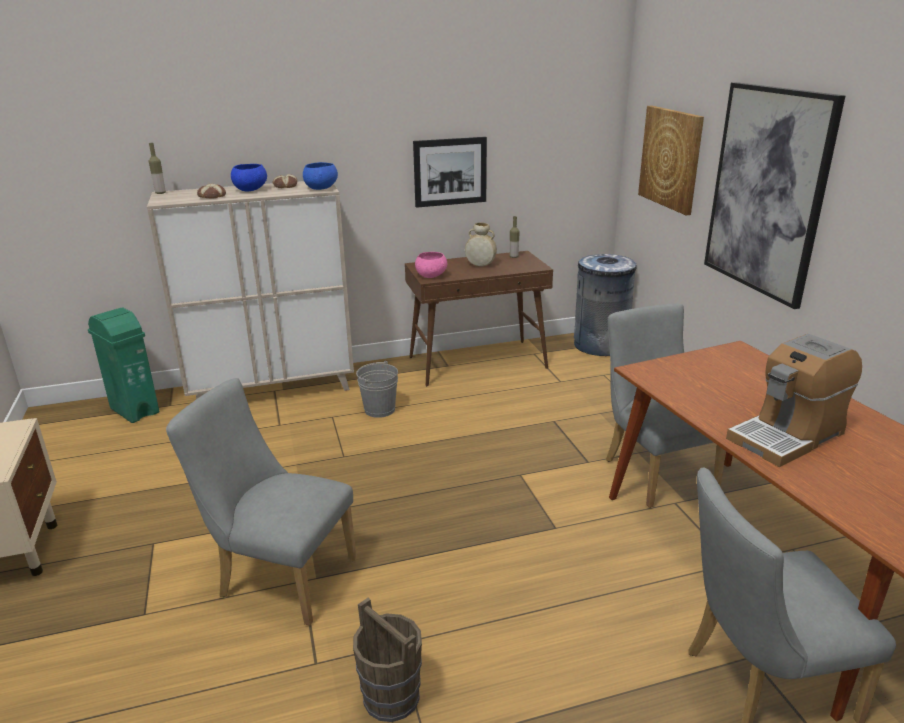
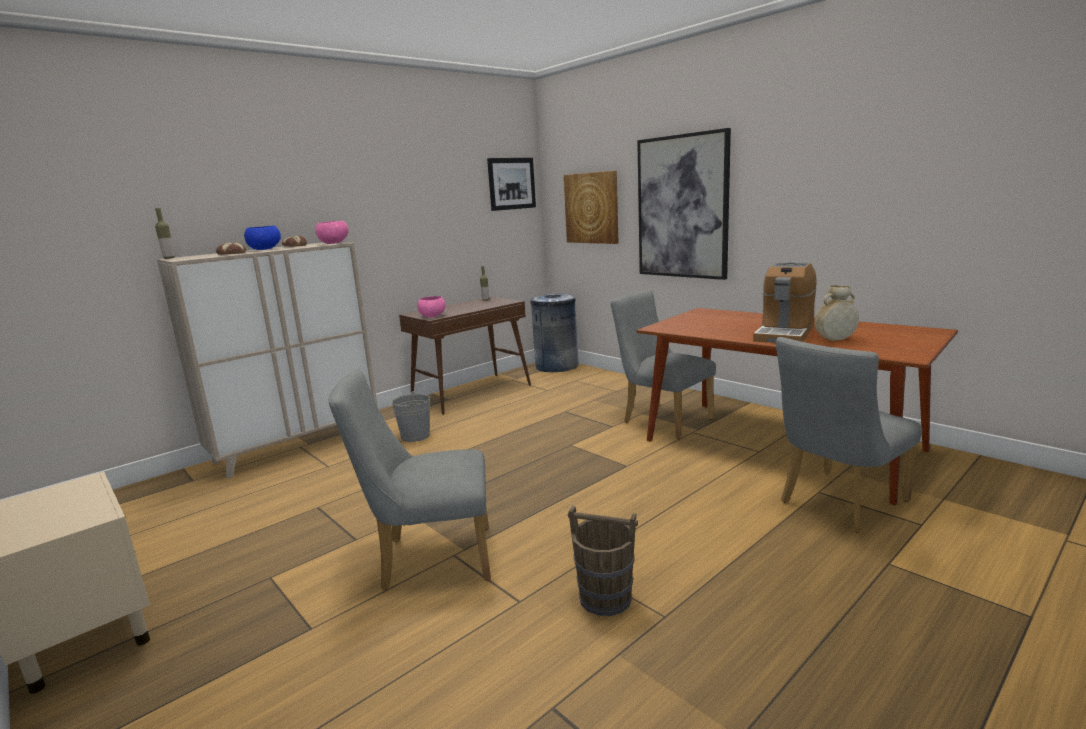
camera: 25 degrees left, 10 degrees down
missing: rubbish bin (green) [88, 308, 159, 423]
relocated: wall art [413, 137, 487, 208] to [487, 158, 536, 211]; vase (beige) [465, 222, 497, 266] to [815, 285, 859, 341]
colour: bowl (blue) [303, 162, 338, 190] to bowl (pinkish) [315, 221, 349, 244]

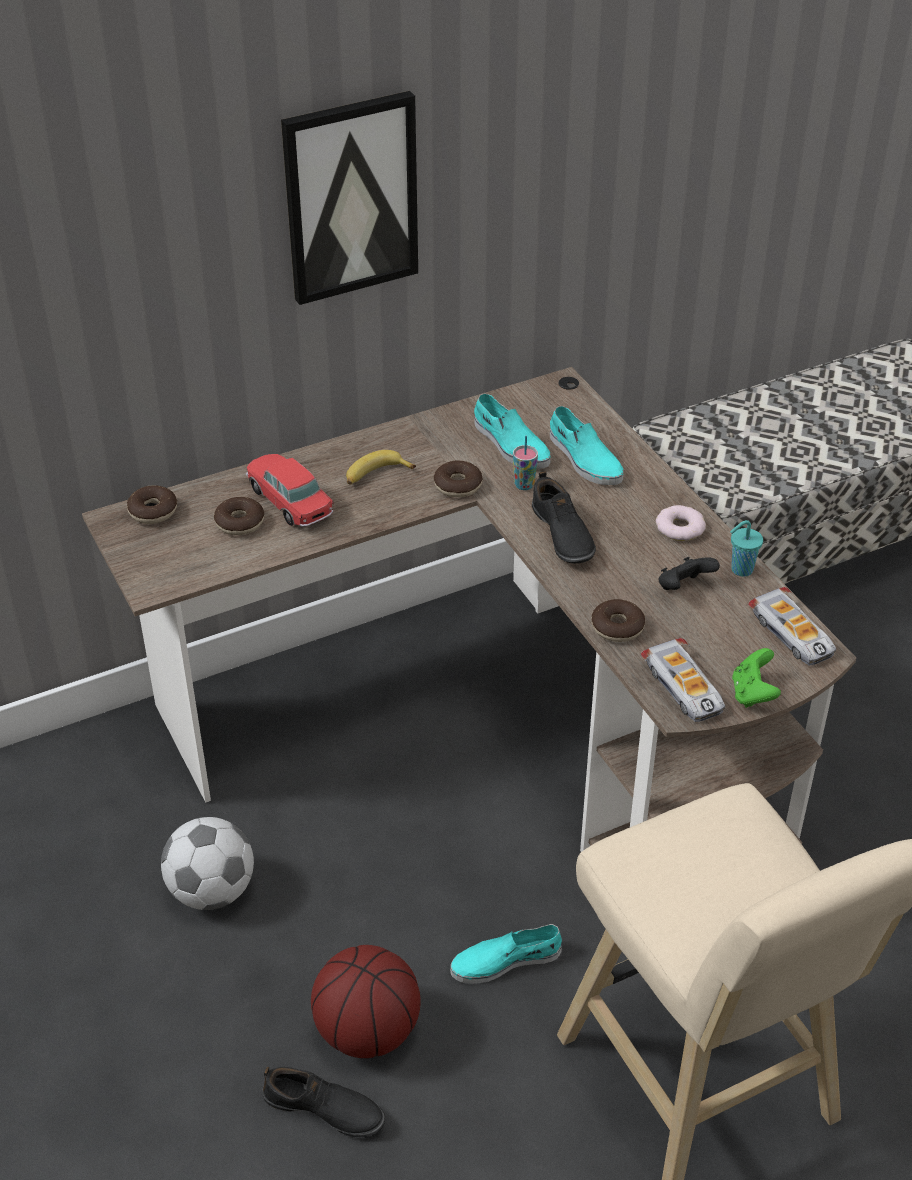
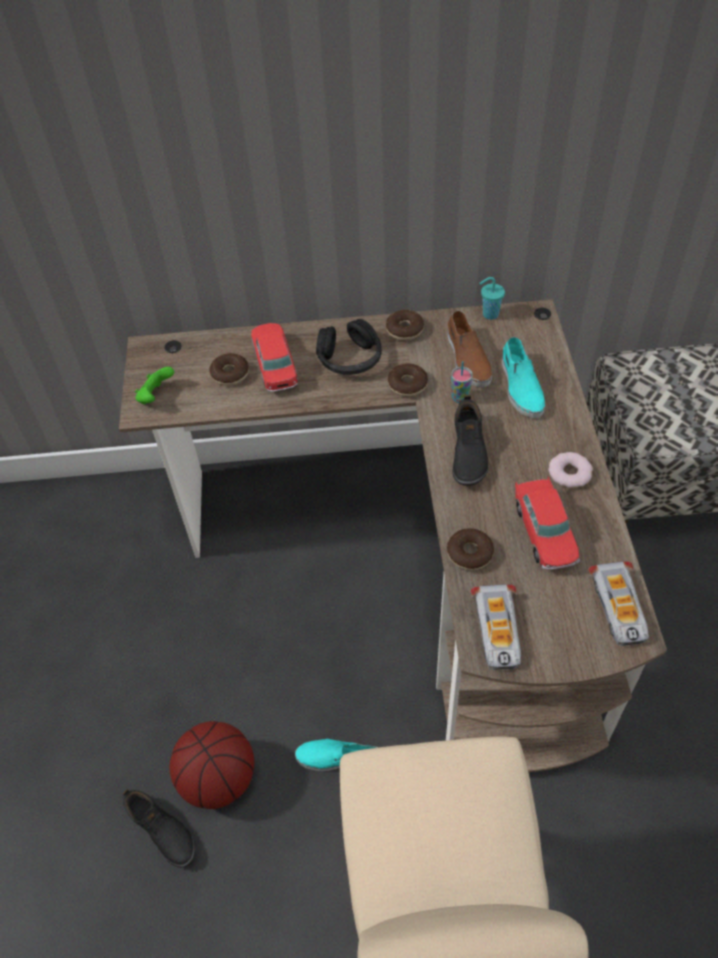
camera: 25 degrees right, 10 degrees up
missing: football ball [161, 817, 254, 910]; wall art [281, 91, 418, 305]
relocated: doughnut [127, 485, 177, 524] to [386, 310, 424, 341]; small cup (turquoise) [730, 520, 763, 577] to [479, 277, 505, 320]; gamepad (green) [732, 648, 781, 708] to [135, 367, 174, 404]
exchanged: banana fruit [346, 450, 416, 485] to headphones (black-coloured) [316, 319, 382, 375]; gamepad (black-coloured) [658, 557, 720, 590] to model car [515, 476, 580, 570]
colour: item of footwear (turquoise) [474, 393, 551, 469] to item of footwear (brown) [448, 311, 492, 387]

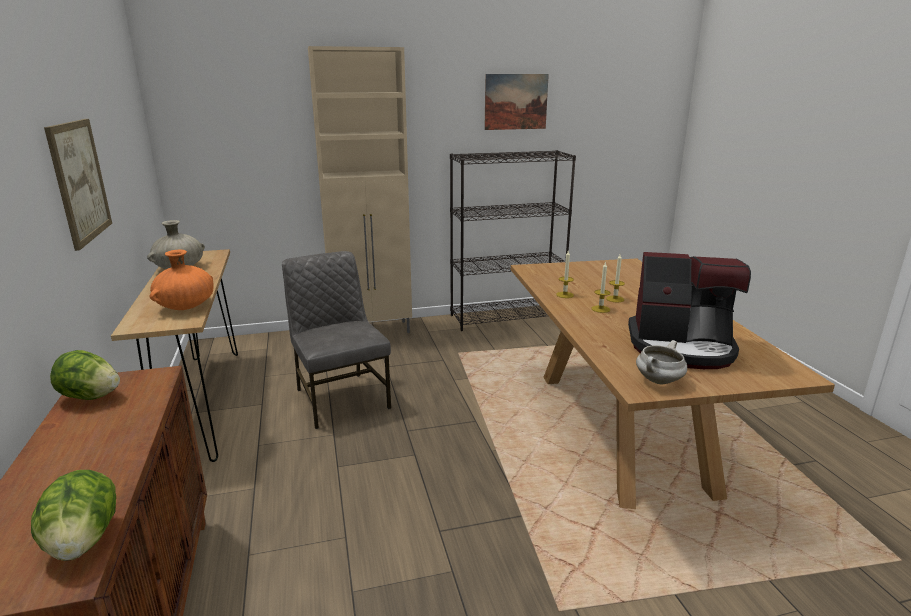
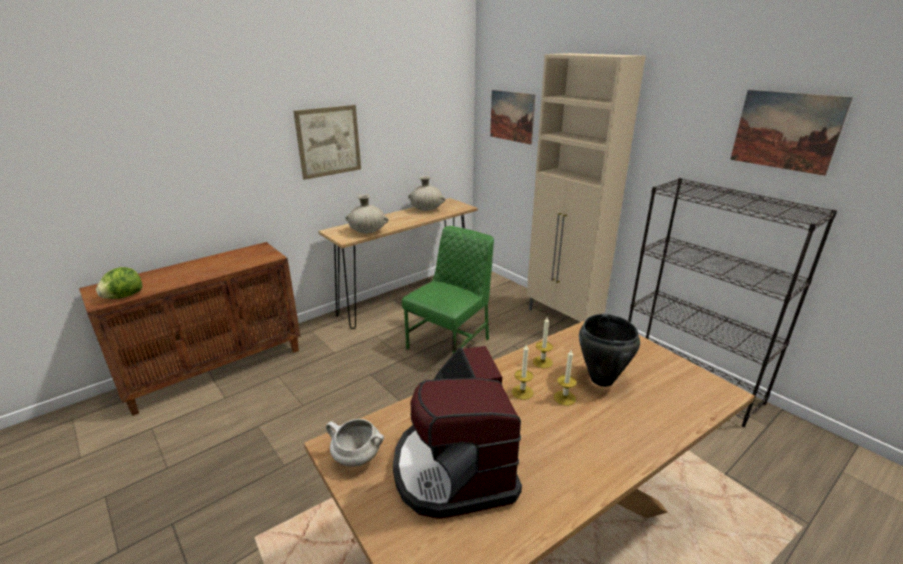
camera: 65 degrees right, 5 degrees up
missing: head of lettuce [50, 350, 120, 400]
appeared: wall art [490, 90, 535, 145]; stockpot (black-coloured) [579, 314, 640, 387]
colour: vase (orangey) [150, 250, 214, 310] to vase (beige) [346, 194, 389, 234]; plain chair (gray) [282, 251, 391, 429] to plain chair (green) [402, 226, 494, 354]

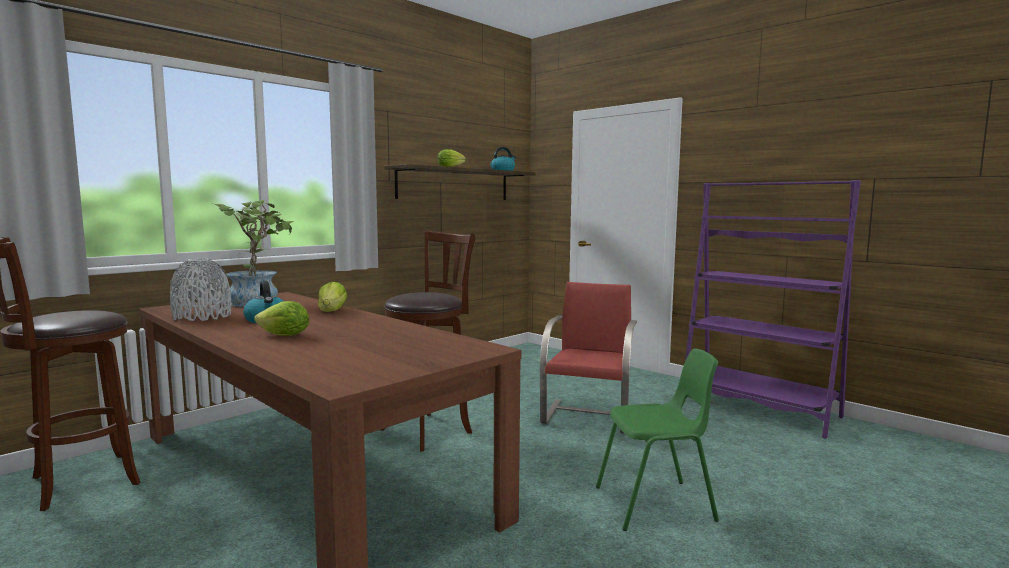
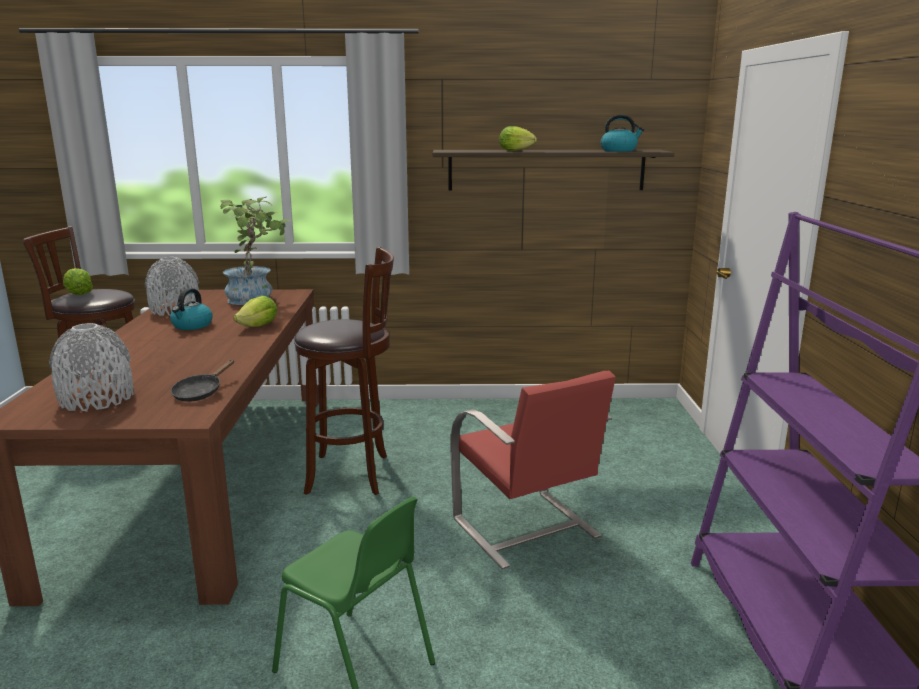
camera: 45 degrees right, 10 degrees up
appeared: vase (gray) [49, 323, 133, 412]; skillet (black-coloured) [171, 359, 234, 402]
relocated: head of lettuce [254, 301, 309, 335] to [63, 268, 93, 295]
spun: plain chair (red-coloured) [540, 282, 637, 434] = [450, 371, 616, 569] 90 degrees clockwise

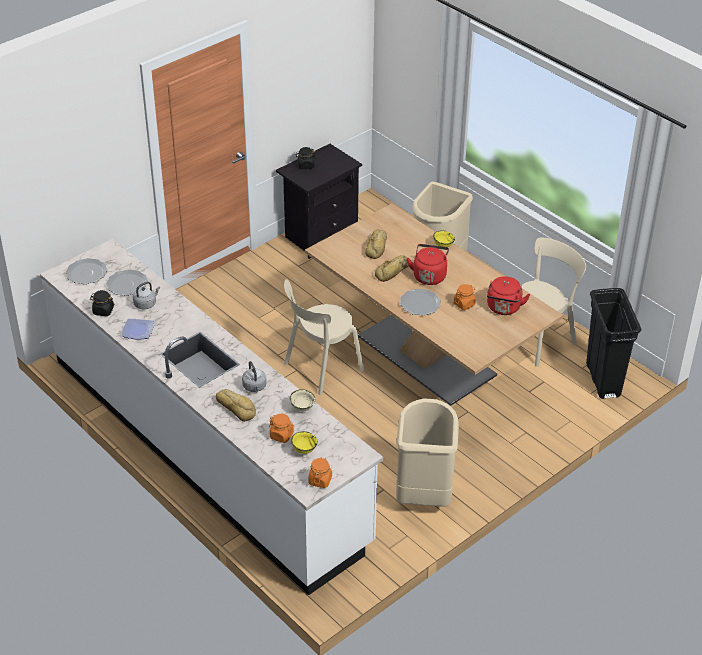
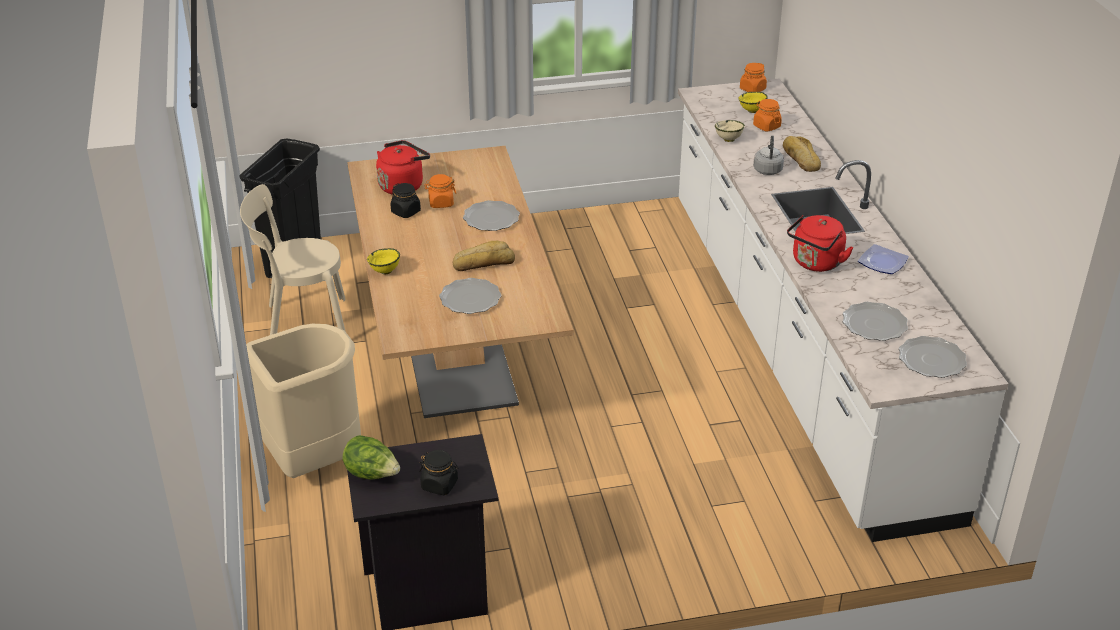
camera: 150 degrees left, 5 degrees down
missing: kettle (gray) [133, 282, 160, 309]; plain chair (beige) [284, 279, 364, 395]; rubbish bin (beige) [396, 398, 459, 507]
appeared: head of lettuce [343, 435, 400, 479]
relocated: jar (black-coloured) [90, 290, 114, 316] to [391, 183, 421, 218]; kettle (red-coloured) [407, 244, 449, 285] to [787, 215, 853, 272]
exchanged: bread [365, 229, 387, 259] to flat dish [439, 278, 501, 314]

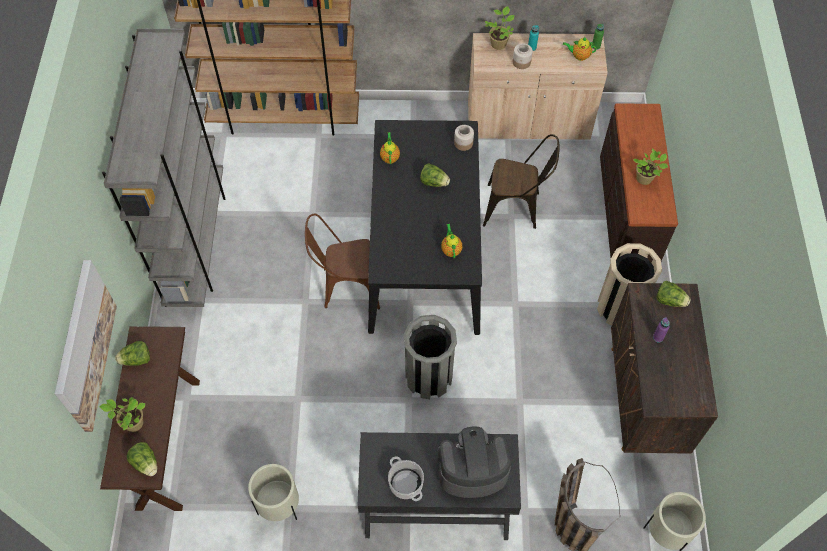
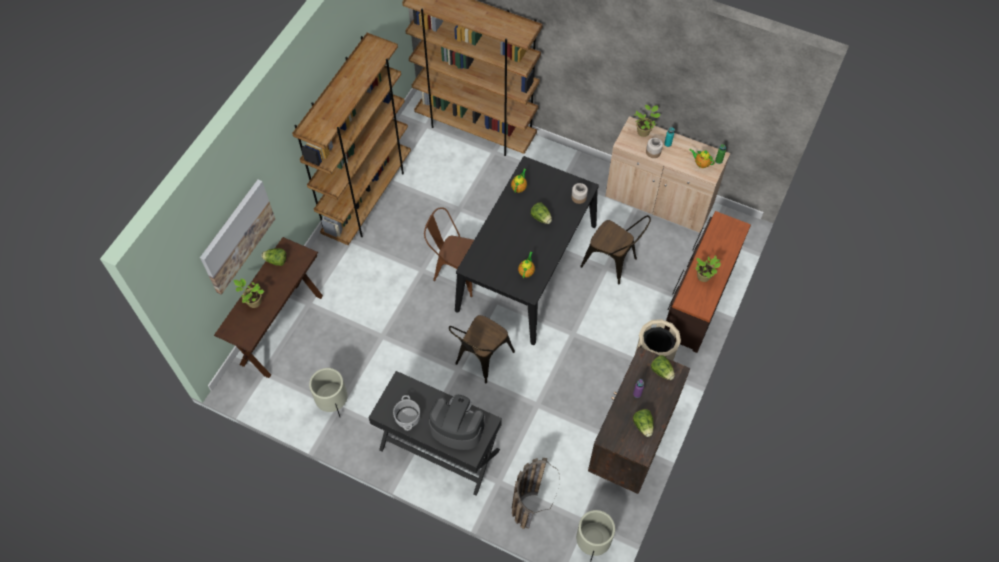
camera: 25 degrees right, 0 degrees up
relocated: head of lettuce [127, 442, 157, 476] to [633, 409, 654, 437]
exchanged: rubbish bin (gray) [404, 315, 457, 399] to plain chair (brown) [449, 315, 515, 384]
colour: bookshelf (gray) [102, 28, 225, 307] to bookshelf (brown) [292, 33, 411, 245]

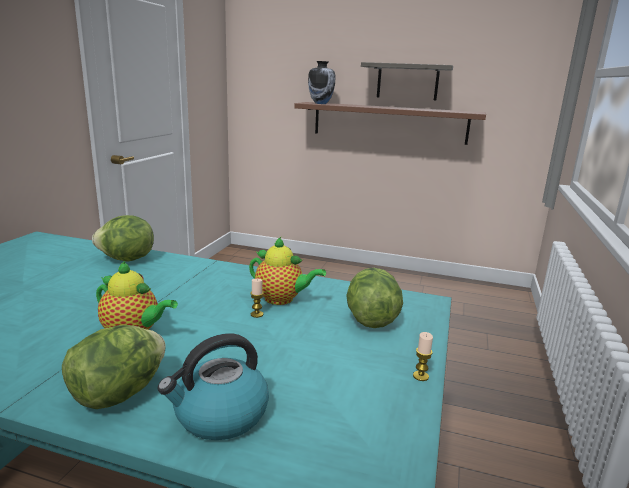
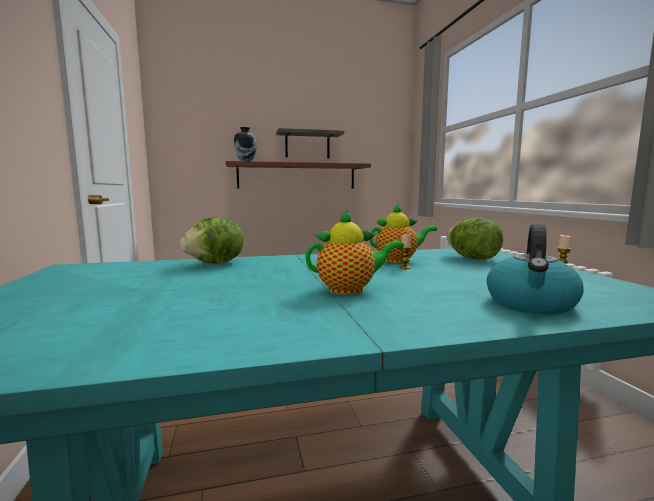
camera: 30 degrees left, 10 degrees down
missing: head of lettuce [62, 325, 166, 409]

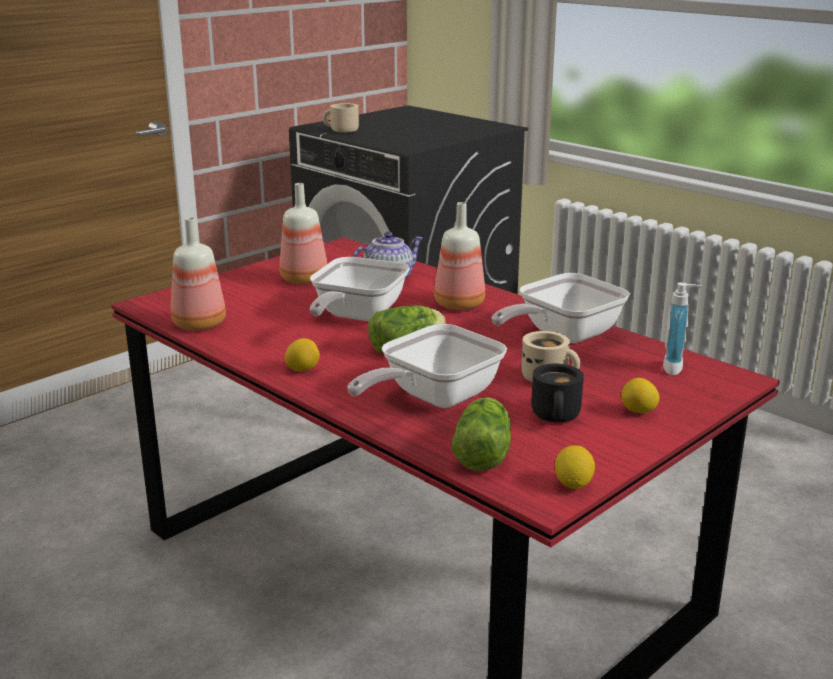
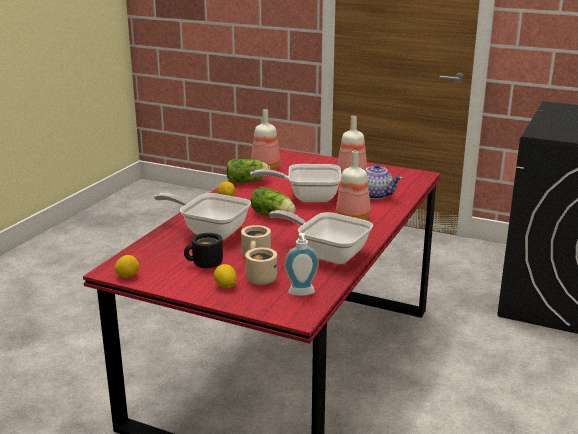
camera: 70 degrees right, 0 degrees up
relocated: coffee mug (beige) [323, 103, 359, 133] to [245, 248, 277, 285]; head of lettuce [452, 398, 511, 471] to [226, 159, 270, 184]

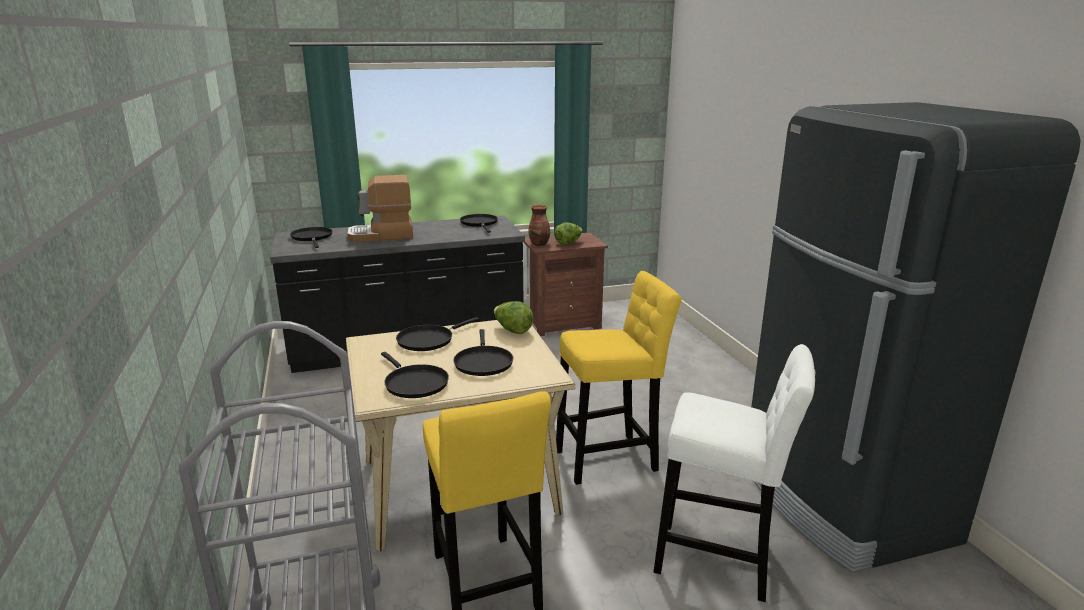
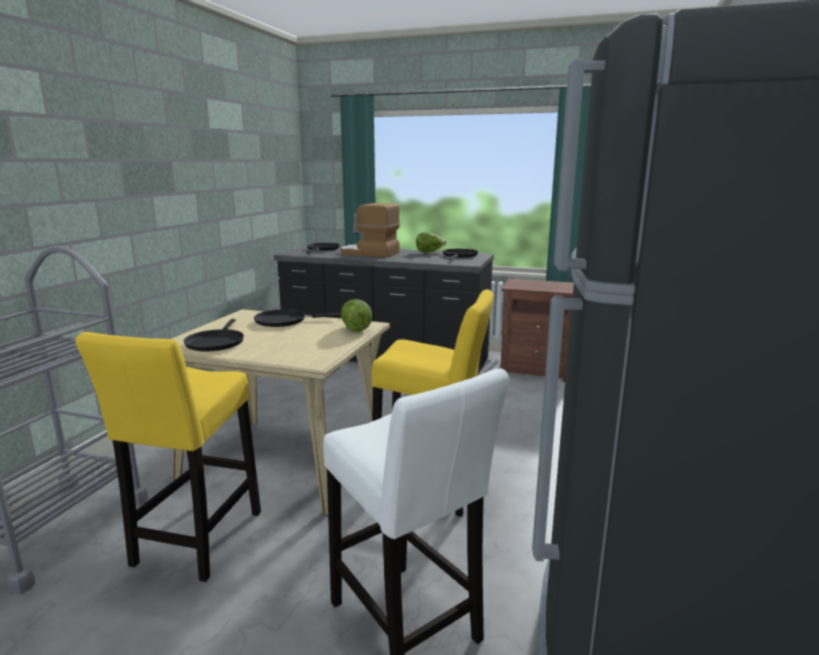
camera: 35 degrees right, 5 degrees down
missing: skillet (black-coloured) [453, 329, 513, 376]; vase [528, 205, 550, 246]
relocated: head of lettuce [554, 222, 583, 245] to [416, 232, 446, 253]

